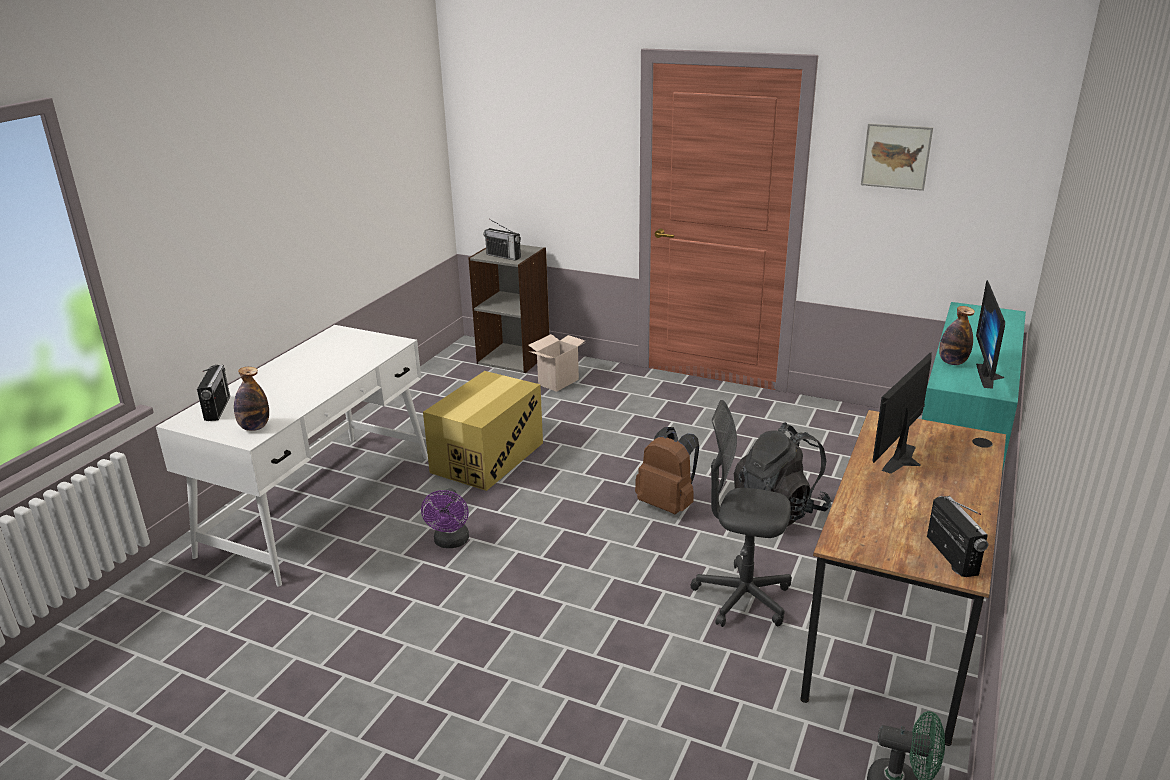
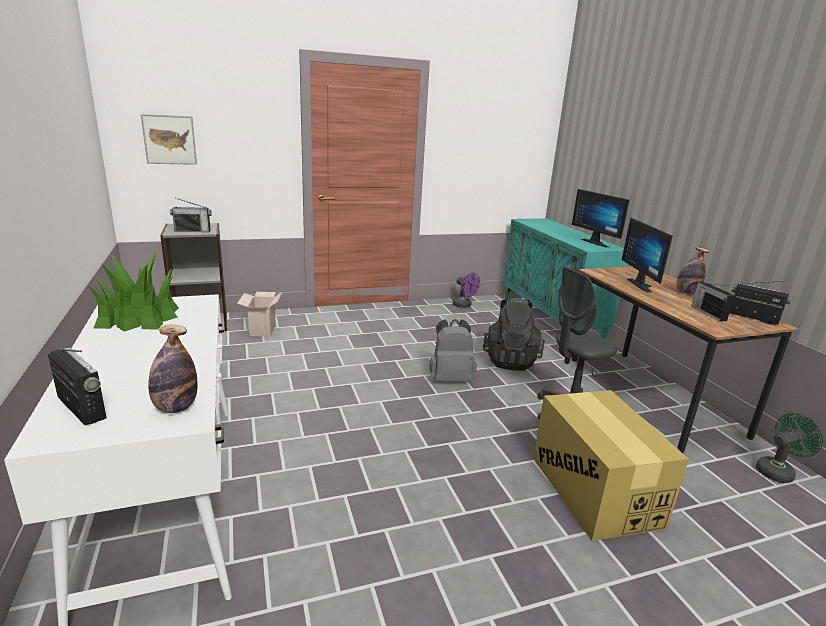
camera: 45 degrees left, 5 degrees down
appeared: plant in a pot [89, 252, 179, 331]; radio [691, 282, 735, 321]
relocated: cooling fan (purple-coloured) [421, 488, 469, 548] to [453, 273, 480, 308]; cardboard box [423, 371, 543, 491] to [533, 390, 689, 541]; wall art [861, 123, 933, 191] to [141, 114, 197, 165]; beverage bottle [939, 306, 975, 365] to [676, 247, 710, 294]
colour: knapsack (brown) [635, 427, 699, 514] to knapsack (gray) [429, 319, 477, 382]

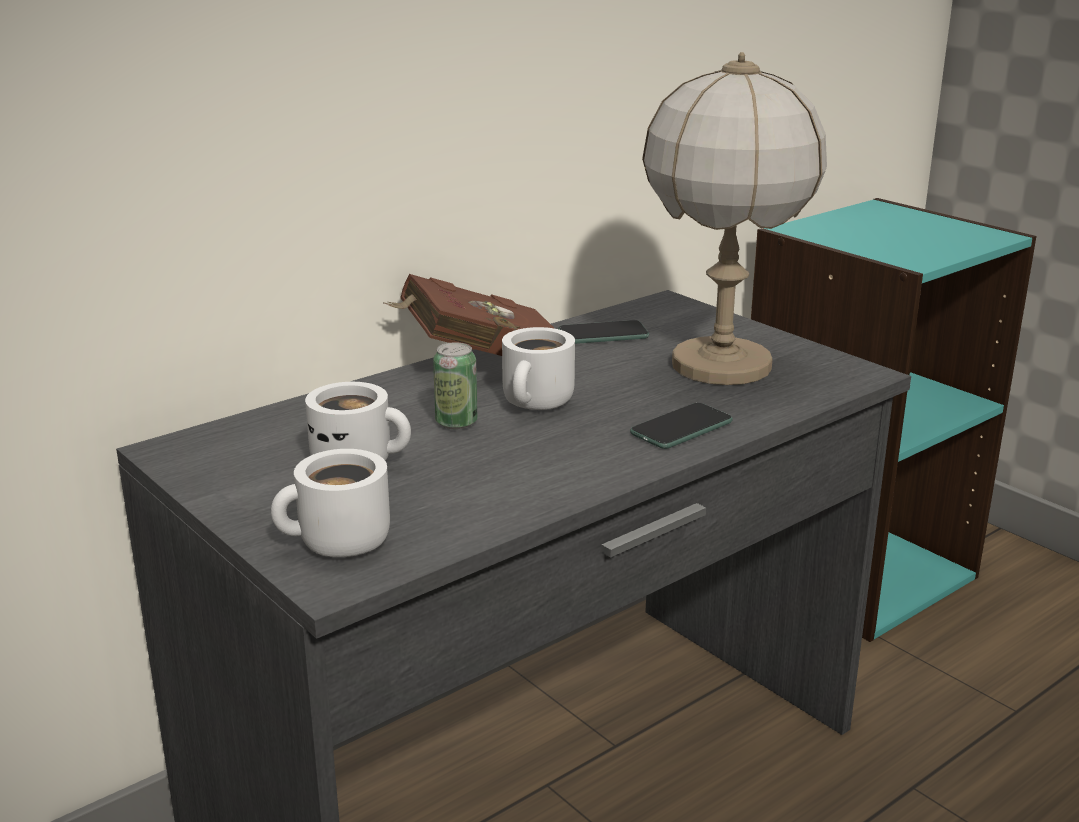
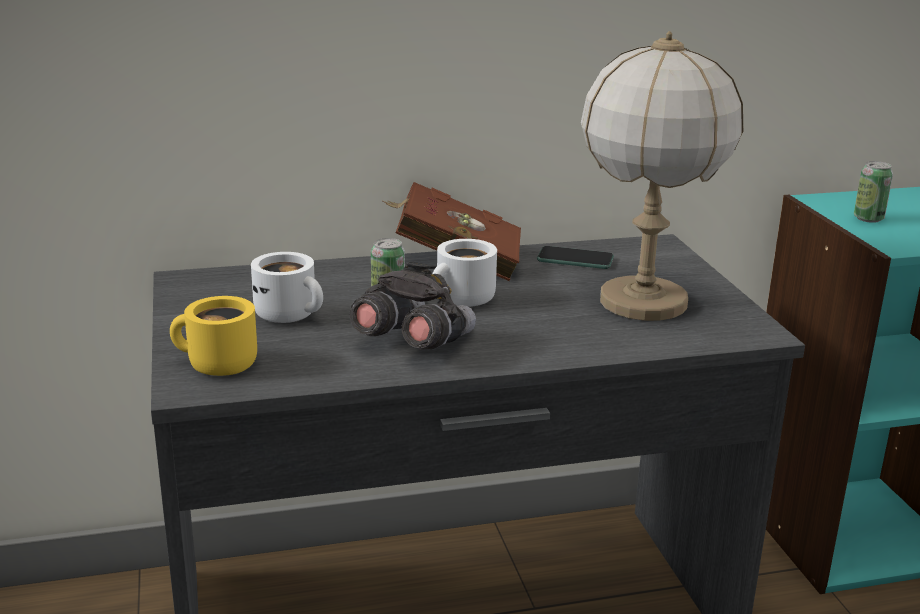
camera: 25 degrees right, 0 degrees up
missing: handset [630, 403, 733, 449]
appeared: binoculars (gray) [349, 261, 476, 350]; can [854, 161, 893, 223]
colour: coffee mug (whitish) [271, 449, 390, 557] to coffee mug (yellow-coloured) [170, 296, 257, 376]

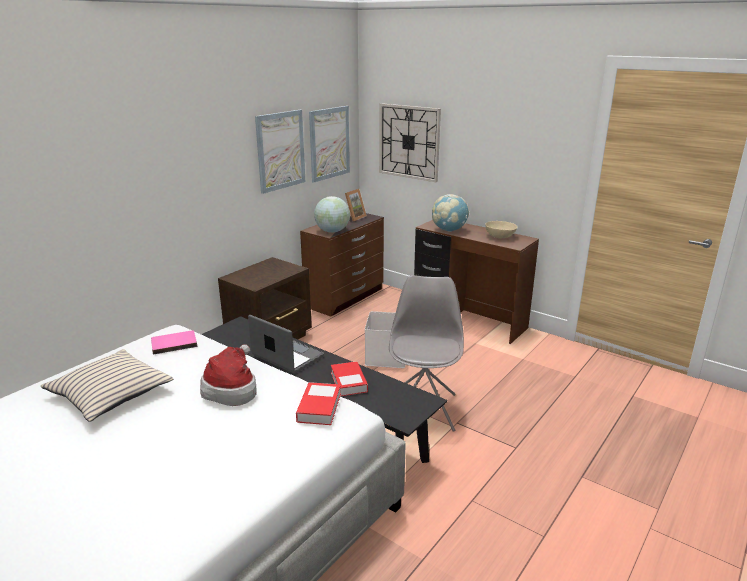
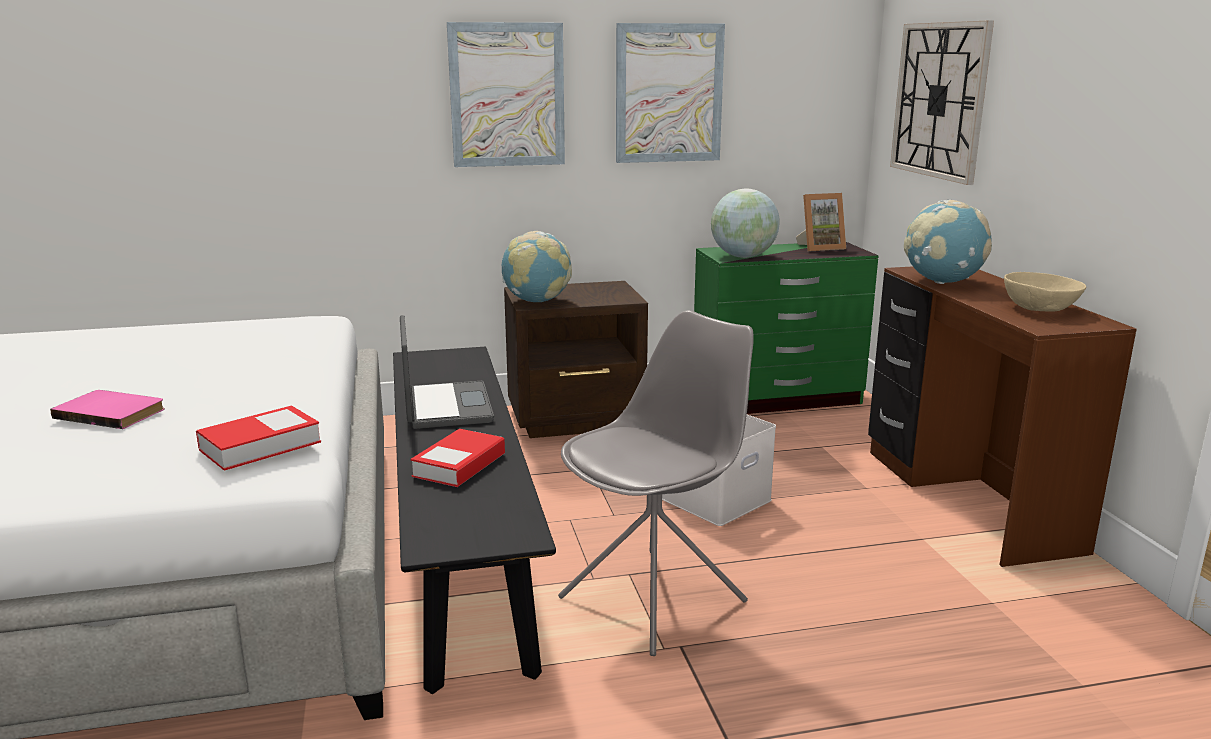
camera: 40 degrees right, 5 degrees down
missing: pillow (beige) [41, 349, 173, 422]; hat [200, 344, 256, 406]
appeared: desk globe [502, 231, 572, 302]
relocated: volume (pinkish) [151, 330, 197, 355] to [50, 390, 165, 429]; wall art [309, 106, 350, 183] to [447, 22, 565, 167]
colour: dresser (brown) [300, 213, 384, 317] to dresser (green) [694, 242, 878, 414]

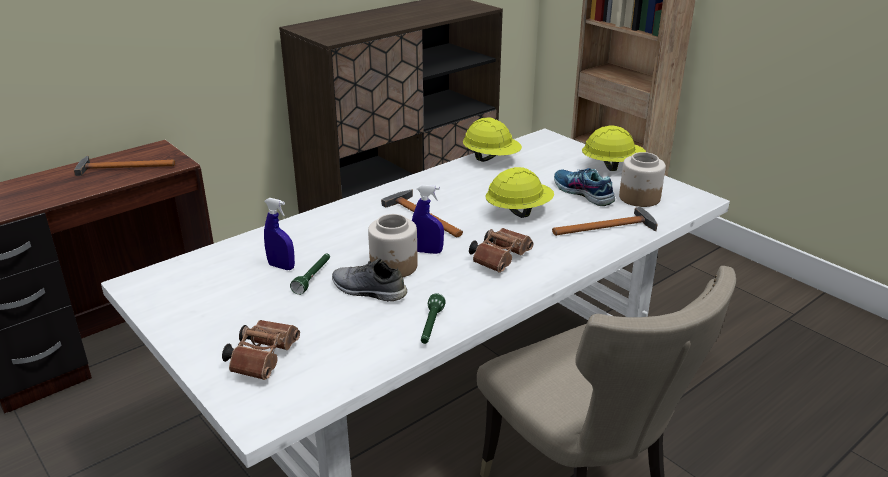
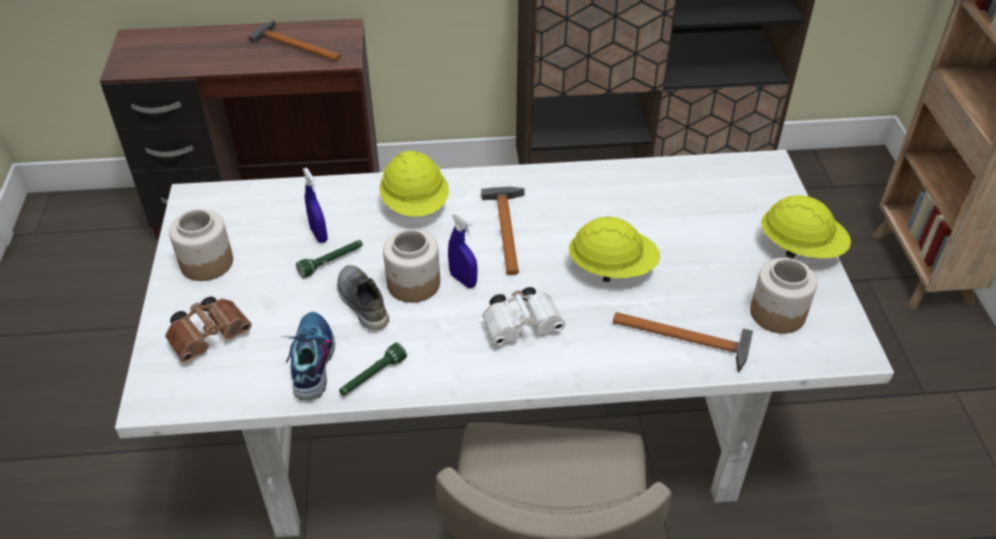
camera: 35 degrees right, 15 degrees up
appeared: jar [169, 209, 233, 281]
relocated: work helmet (yellow-coloured) [463, 118, 522, 162] to [380, 151, 449, 217]; item of footwear [554, 168, 615, 206] to [281, 312, 335, 401]
colour: binoculars (brown) [469, 228, 533, 273] to binoculars (whitish) [483, 287, 565, 346]

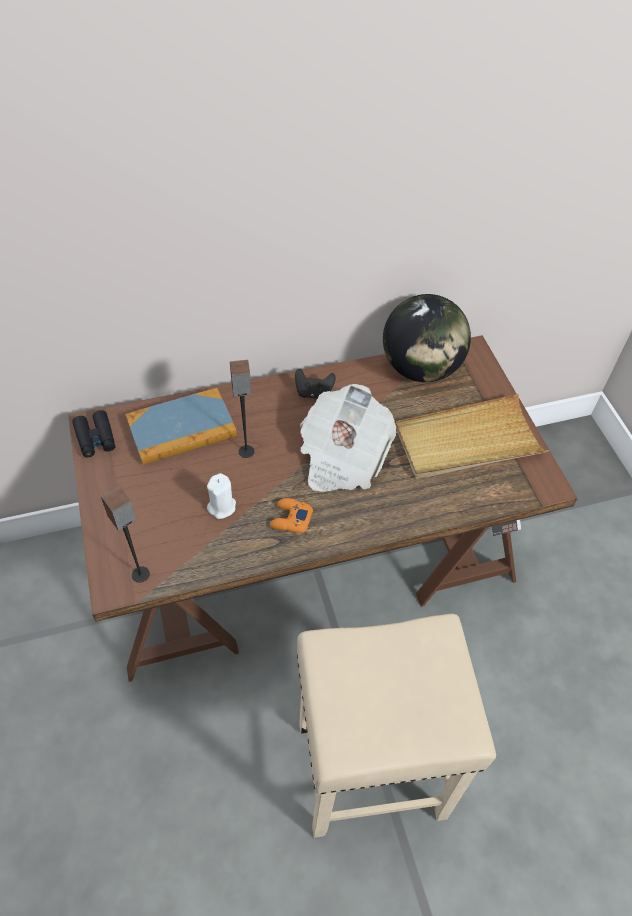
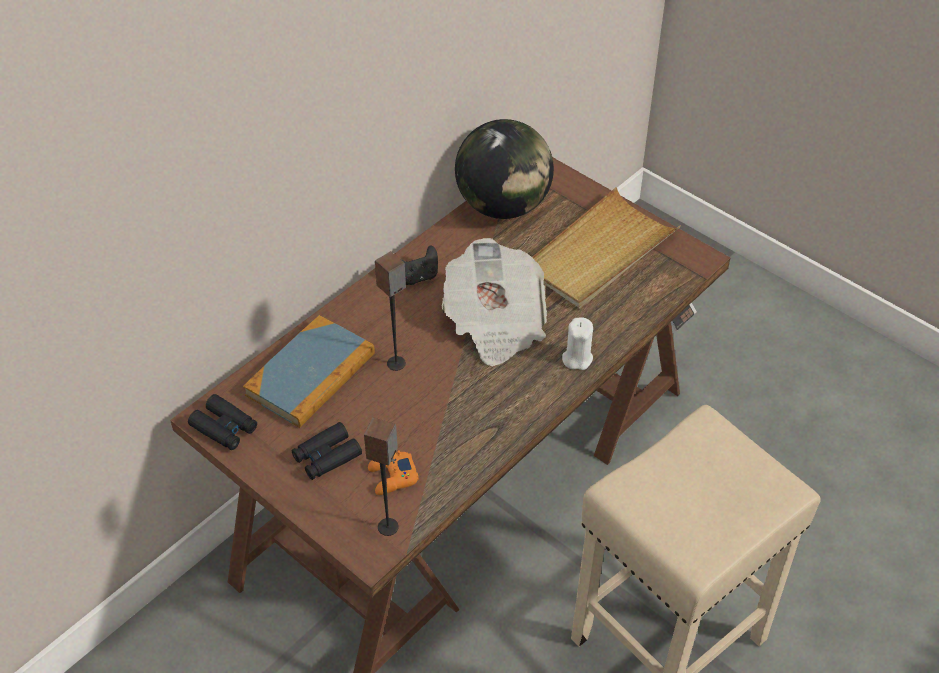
camera: 30 degrees left, 5 degrees down
appeared: binoculars (black-coloured) [292, 422, 362, 480]
relocated: wax light (whitish) [207, 473, 236, 519] to [562, 317, 593, 370]; gamepad (orangey) [270, 498, 313, 533] to [368, 450, 419, 495]

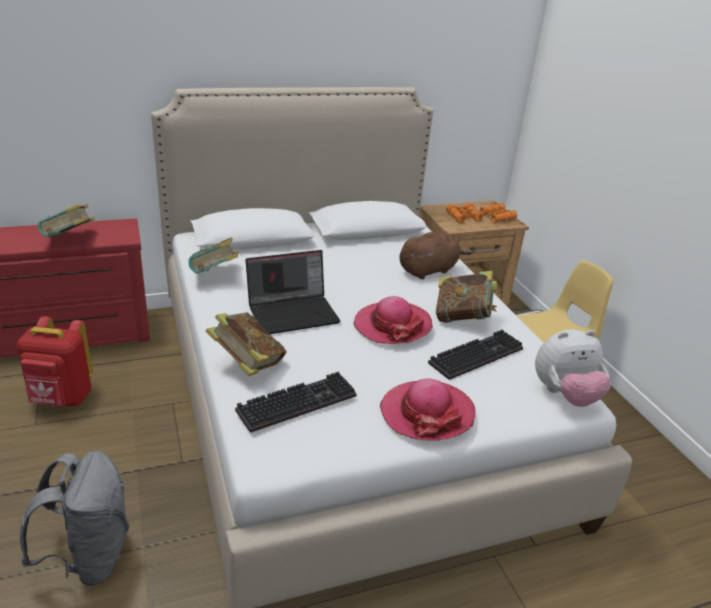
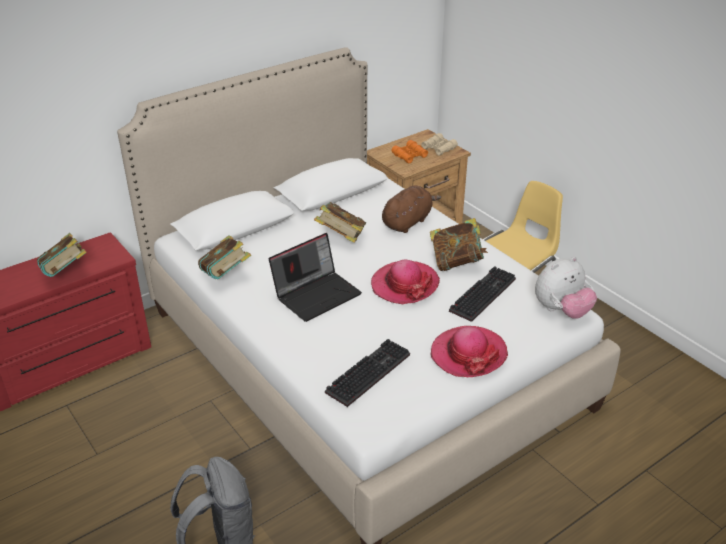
camera: 15 degrees left, 5 degrees up
missing: knapsack (red-coloured) [16, 316, 93, 406]
relocated: volume [206, 312, 287, 376] to [314, 202, 366, 243]
colour: binoculars (orangey) [480, 203, 517, 223] to binoculars (beige) [421, 133, 458, 156]

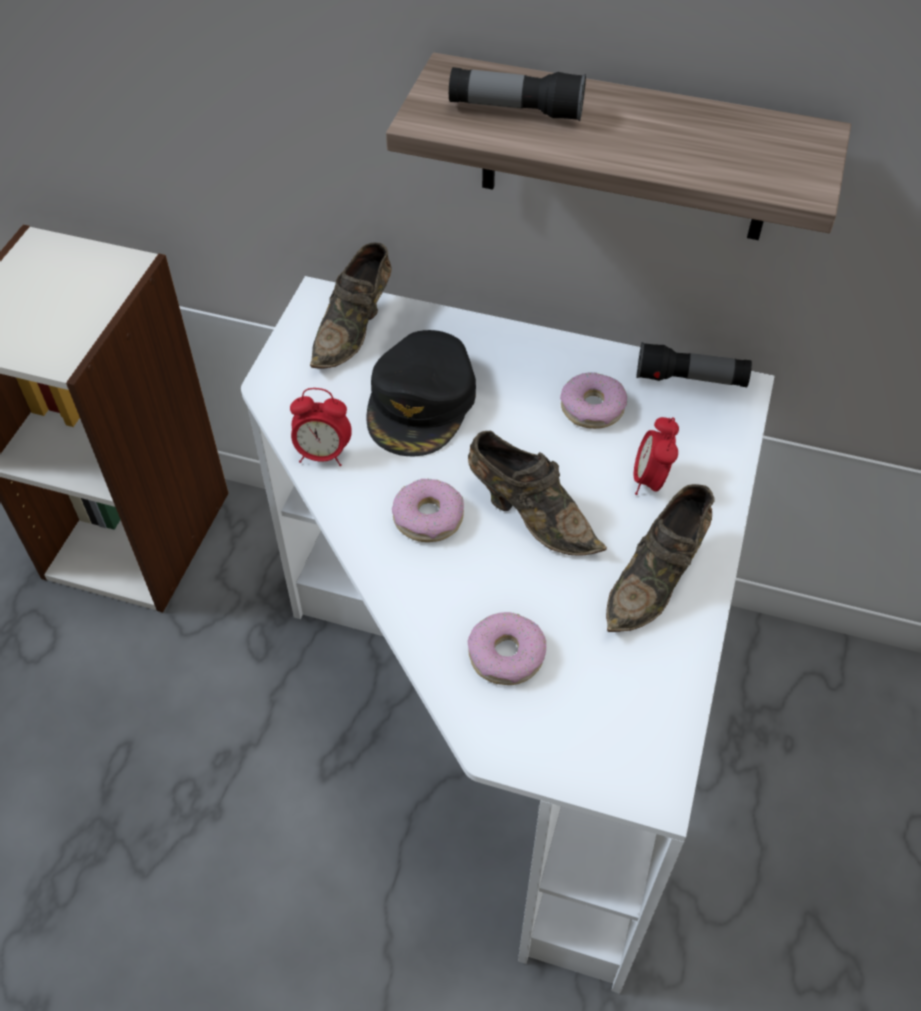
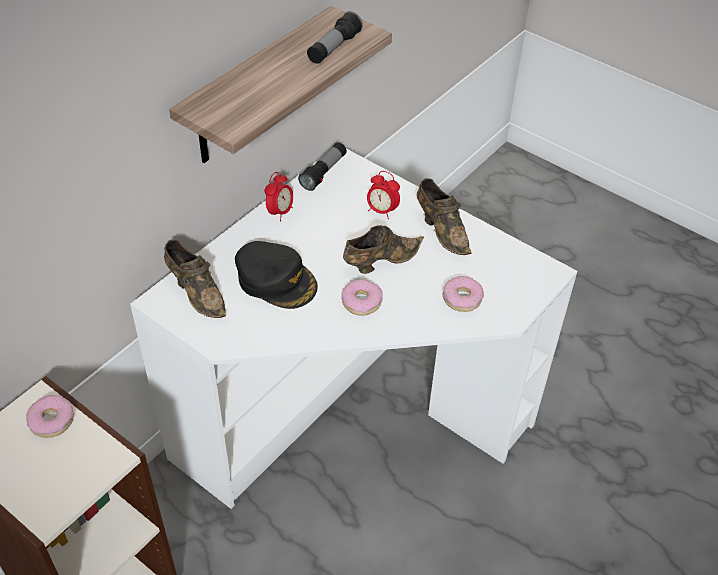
camera: 70 degrees left, 5 degrees down
relocated: table clock [290, 388, 352, 466] to [264, 172, 293, 221]; hand torch [449, 67, 586, 121] to [307, 11, 363, 64]; doughnut [560, 372, 627, 429] to [26, 395, 74, 438]

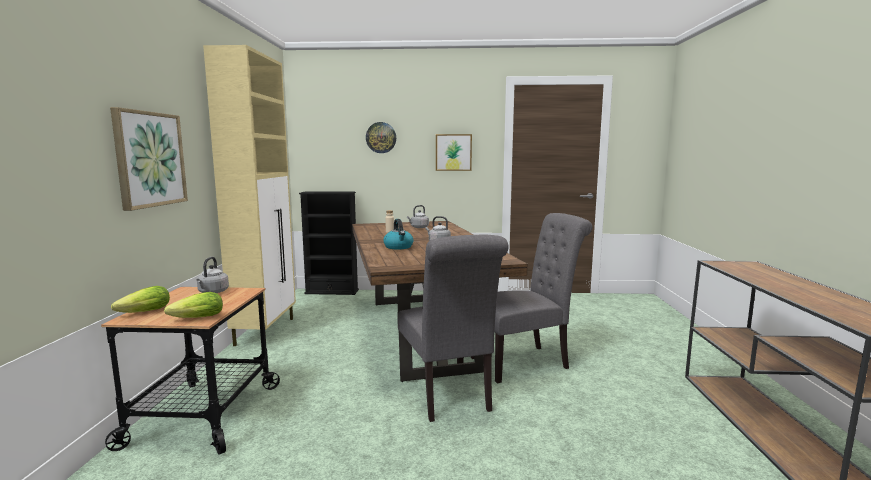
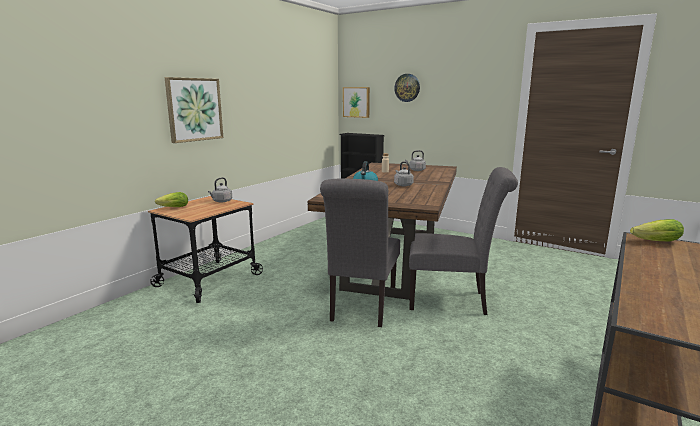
camera: 30 degrees right, 5 degrees up
missing: cupboard (beige) [203, 45, 296, 346]
relocated: head of lettuce [164, 292, 223, 318] to [630, 219, 684, 242]; wall art [436, 134, 472, 171] to [343, 87, 370, 118]

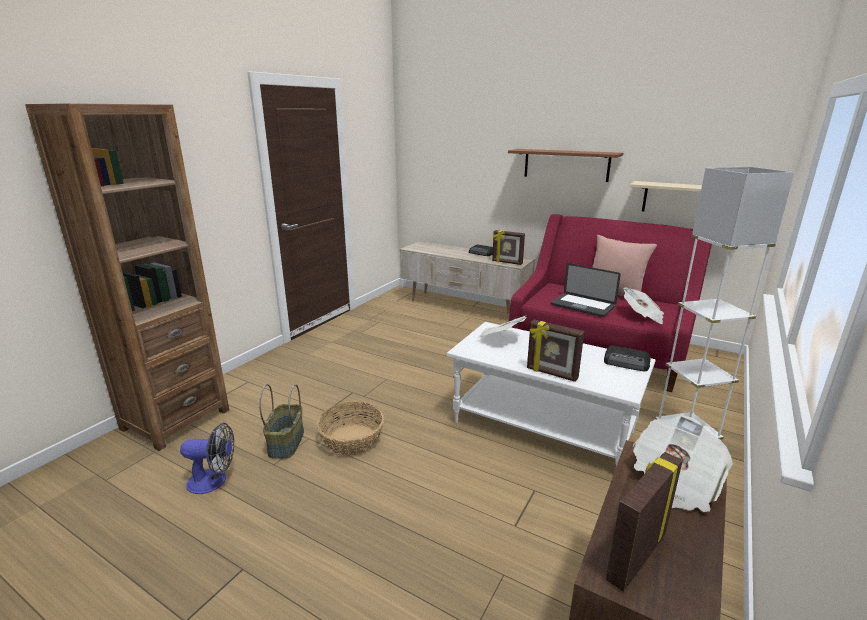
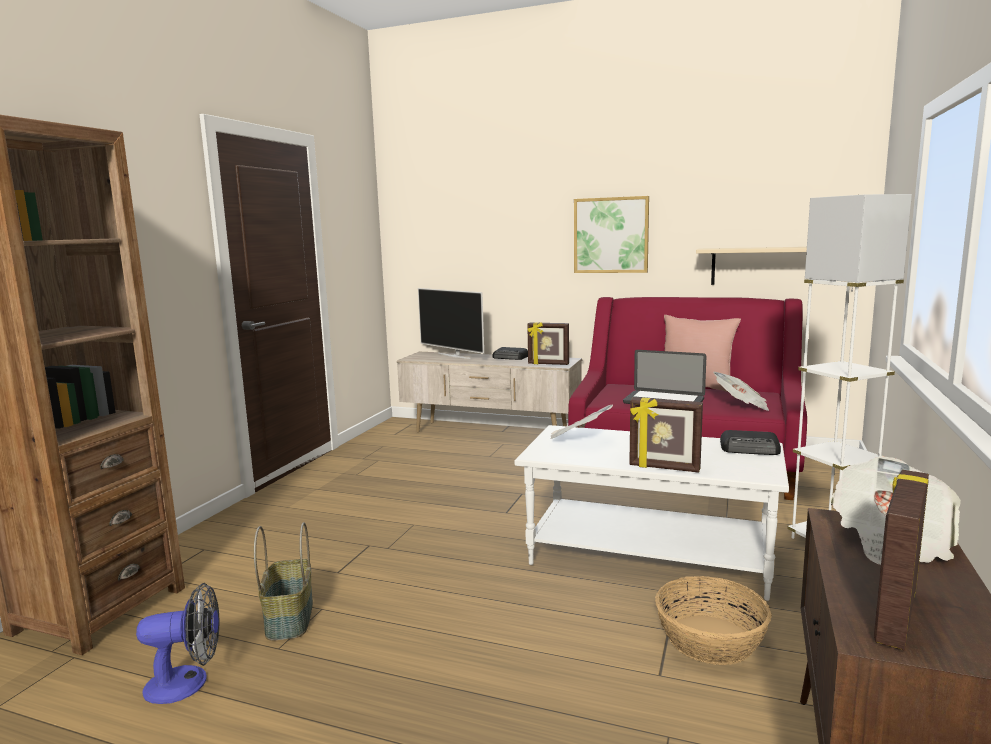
camera: 10 degrees left, 10 degrees down
appeared: TV [418, 288, 484, 359]
relocated: basket [316, 402, 384, 456] to [655, 576, 772, 665]
exchanged: bracket shelf (brown) [508, 149, 623, 182] to wall art [574, 196, 649, 273]

